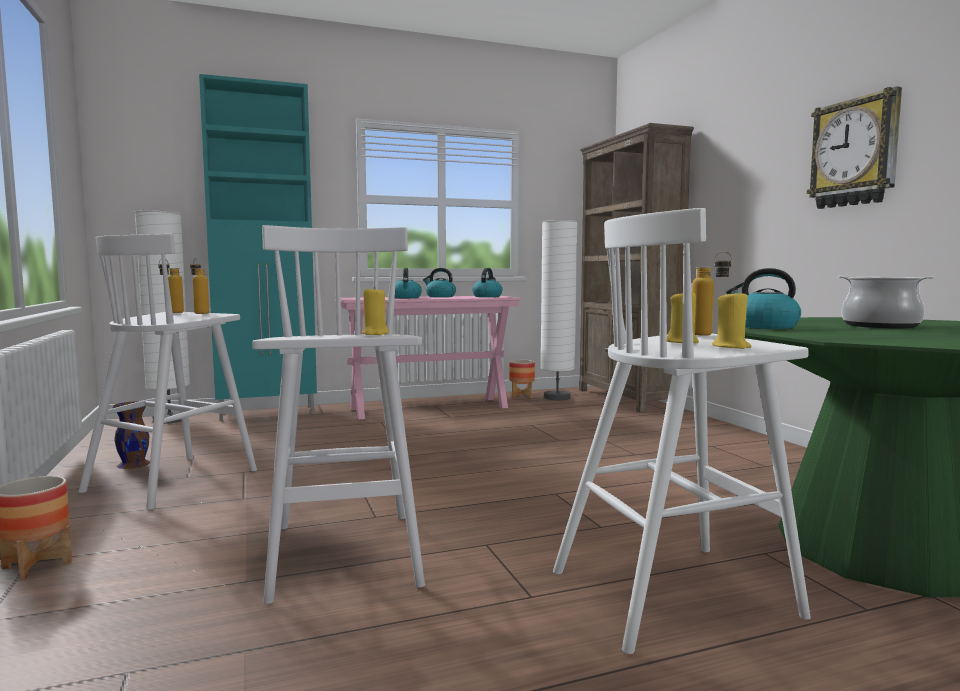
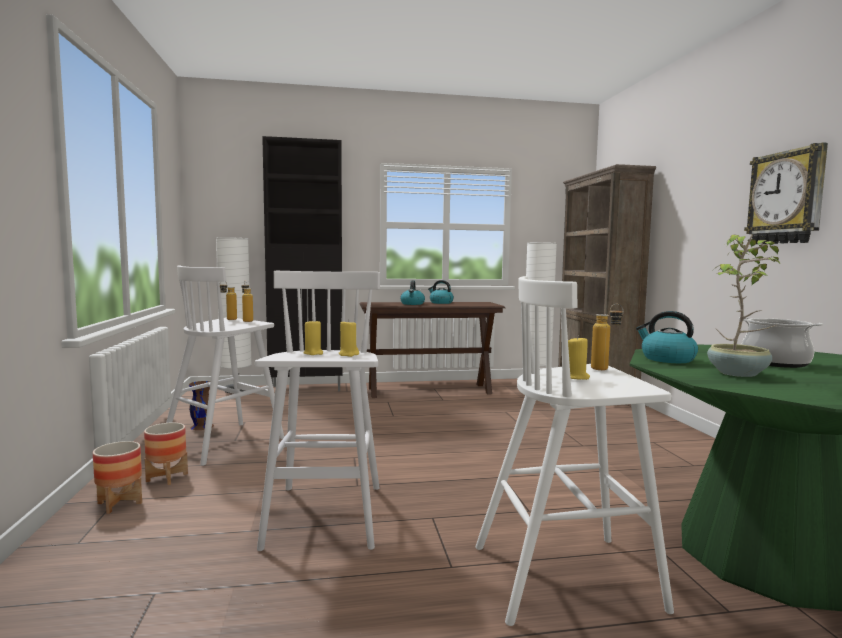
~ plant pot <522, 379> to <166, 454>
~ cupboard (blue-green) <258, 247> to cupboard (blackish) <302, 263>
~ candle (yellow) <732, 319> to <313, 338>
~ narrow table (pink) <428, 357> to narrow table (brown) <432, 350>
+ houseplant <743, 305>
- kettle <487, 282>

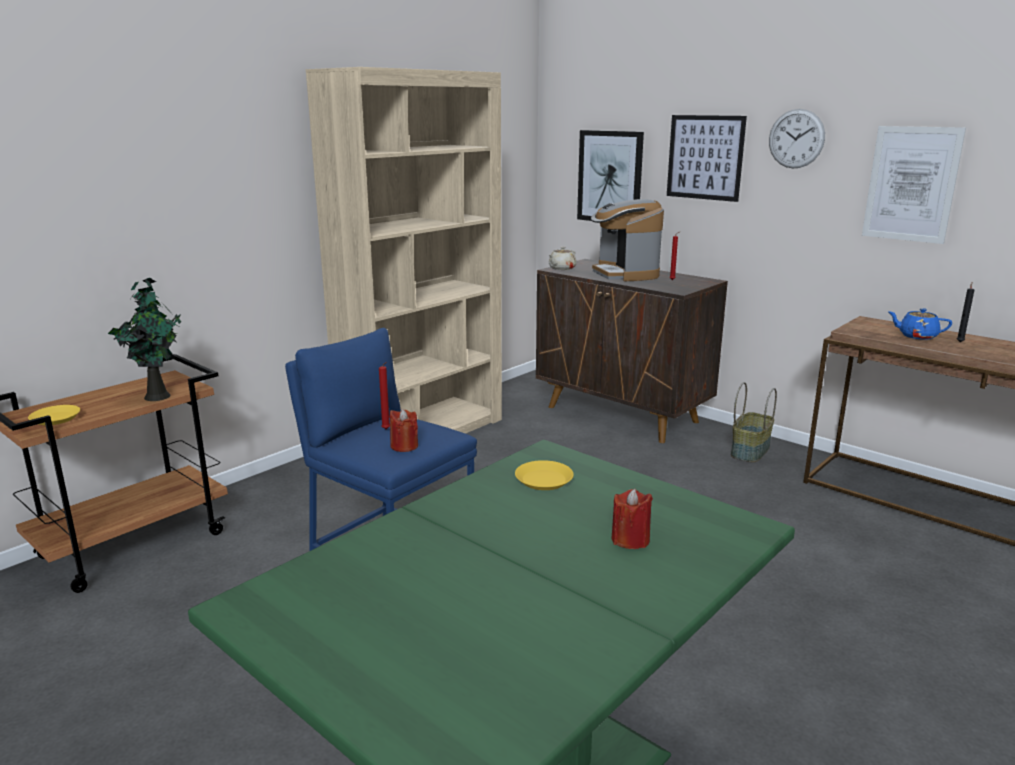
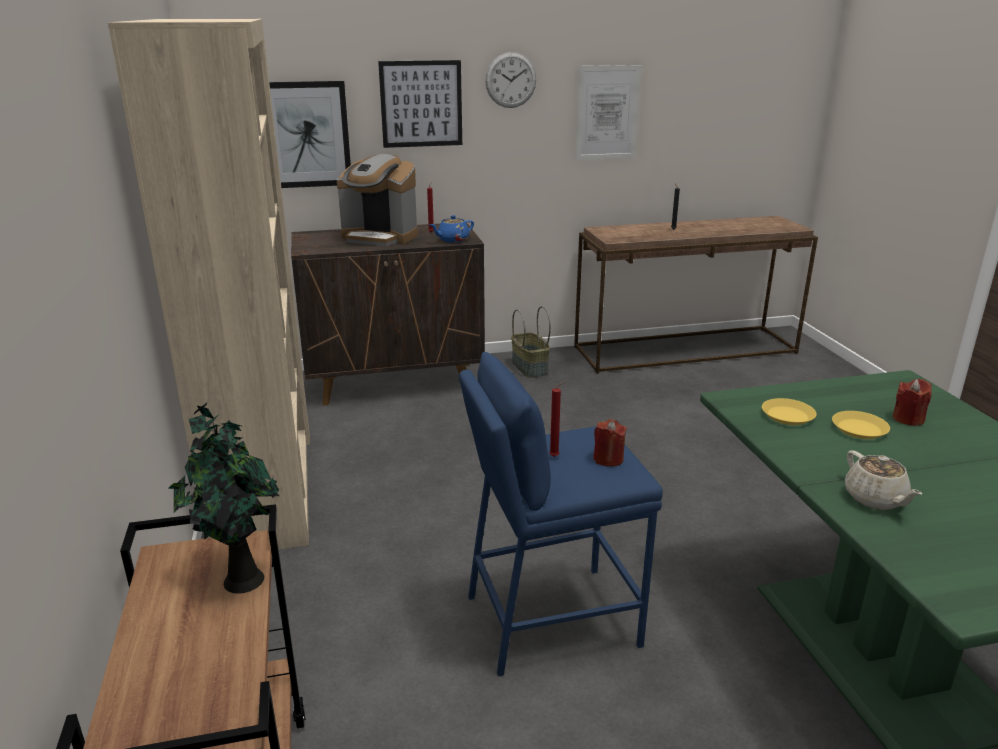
~ tea pot (bluish) <920, 324> to <451, 229>
~ plate (yellow) <54, 415> to <861, 425>
~ tea pot (beige-coloured) <563, 258> to <883, 480>

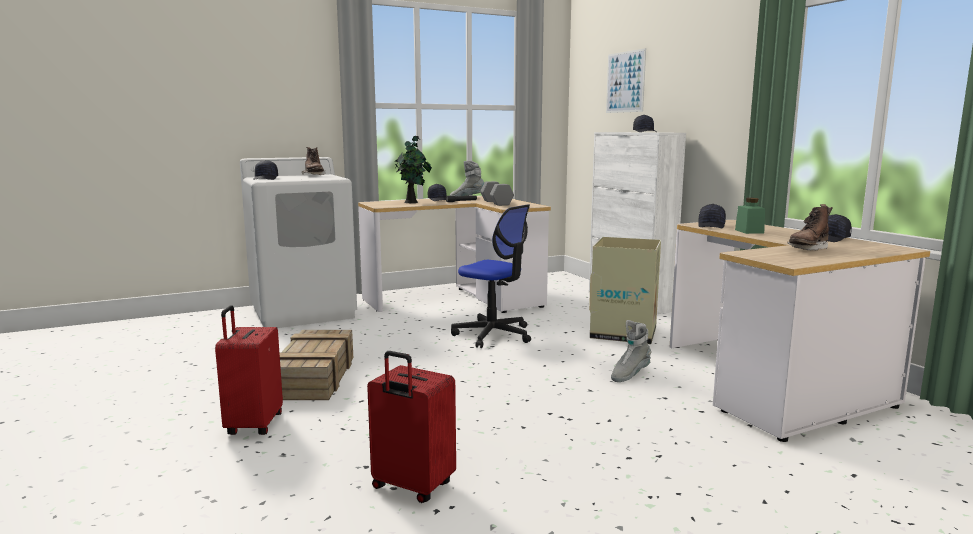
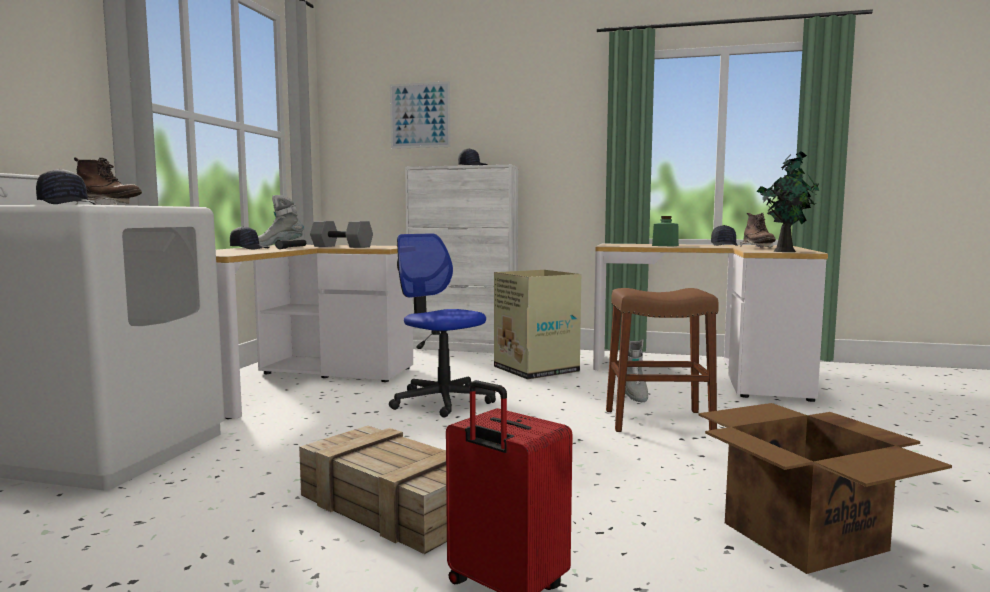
~ desk chair <491, 276> = <442, 325> 120 degrees counterclockwise
+ stool seat (brown) <662, 360>
~ travel case (red-coloured) <411, 427> to carton <825, 488>
~ houseplant <413, 169> to <788, 201>
- cap (blackish) <712, 216>

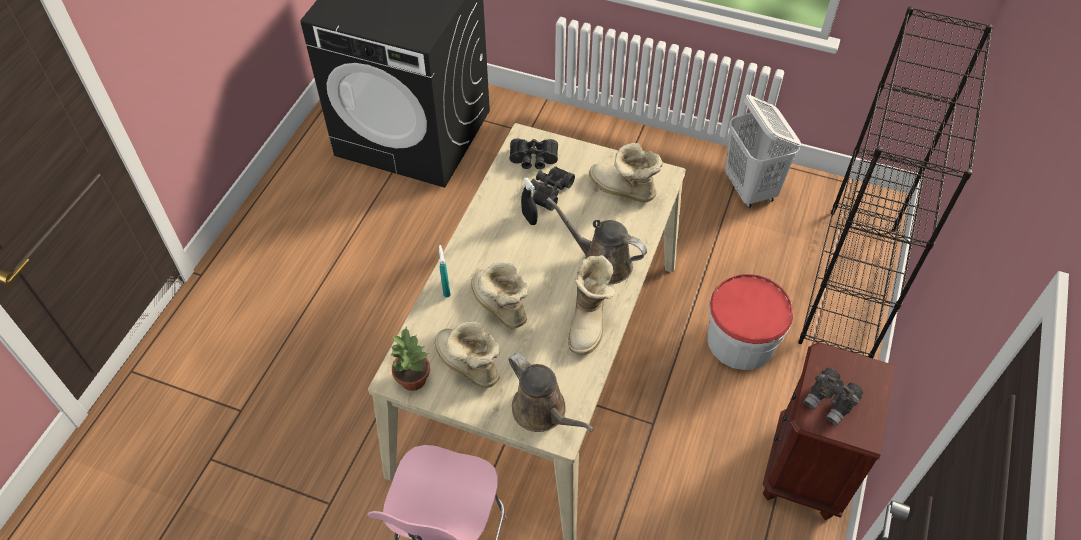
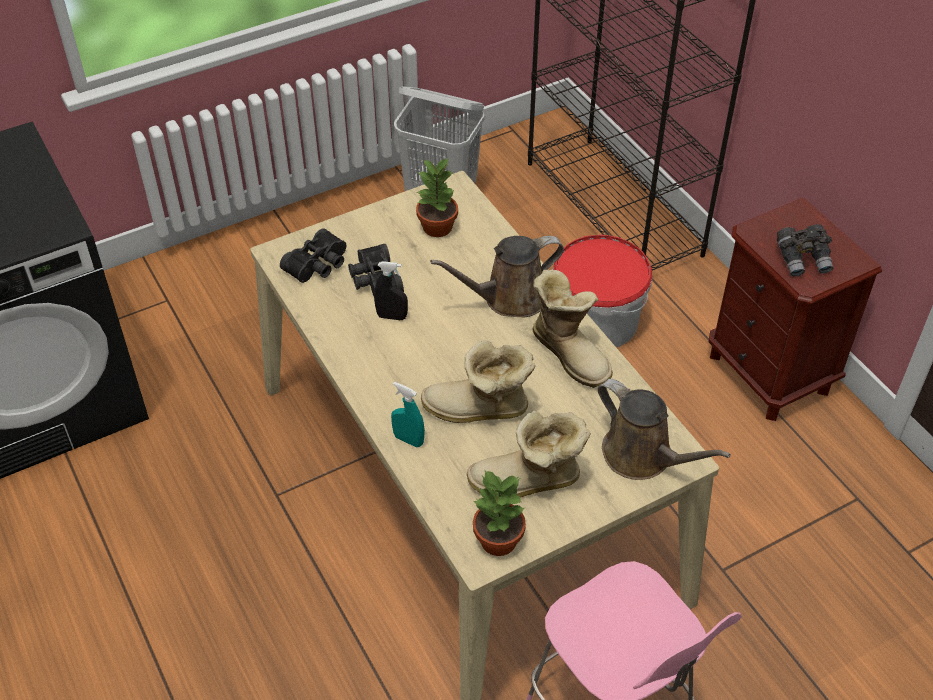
~ high-top boot <626, 172> to houseplant <437, 197>
~ watering pot (brown) <551, 392> = <664, 429> 45 degrees clockwise

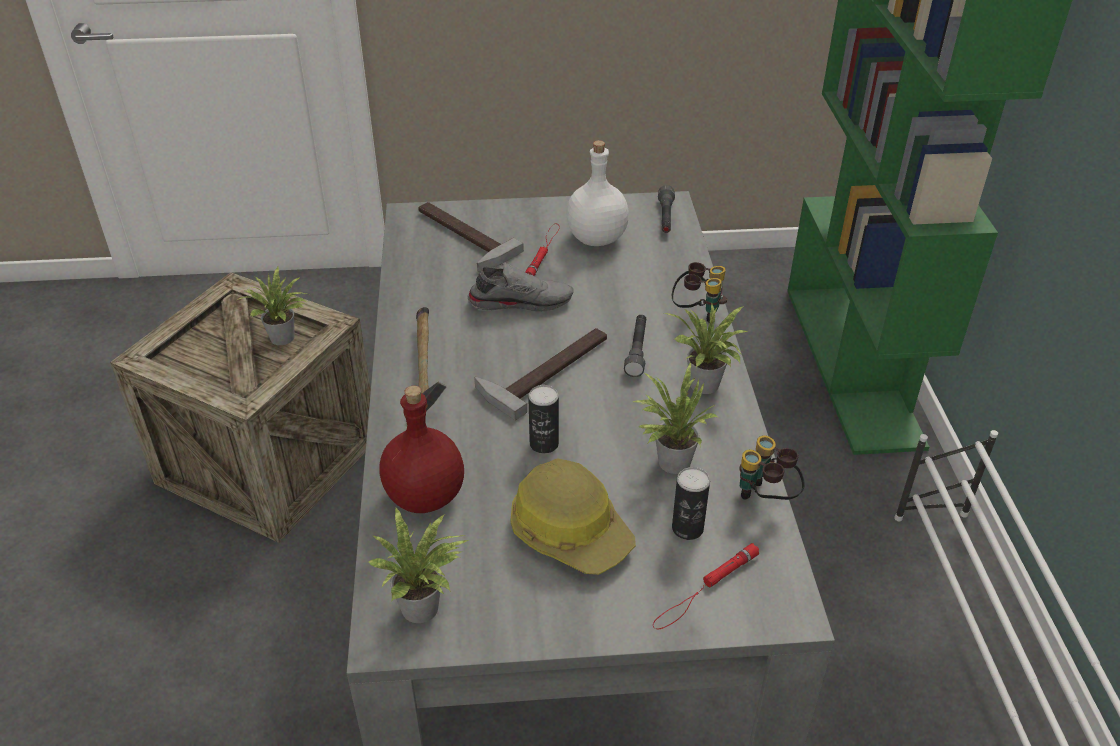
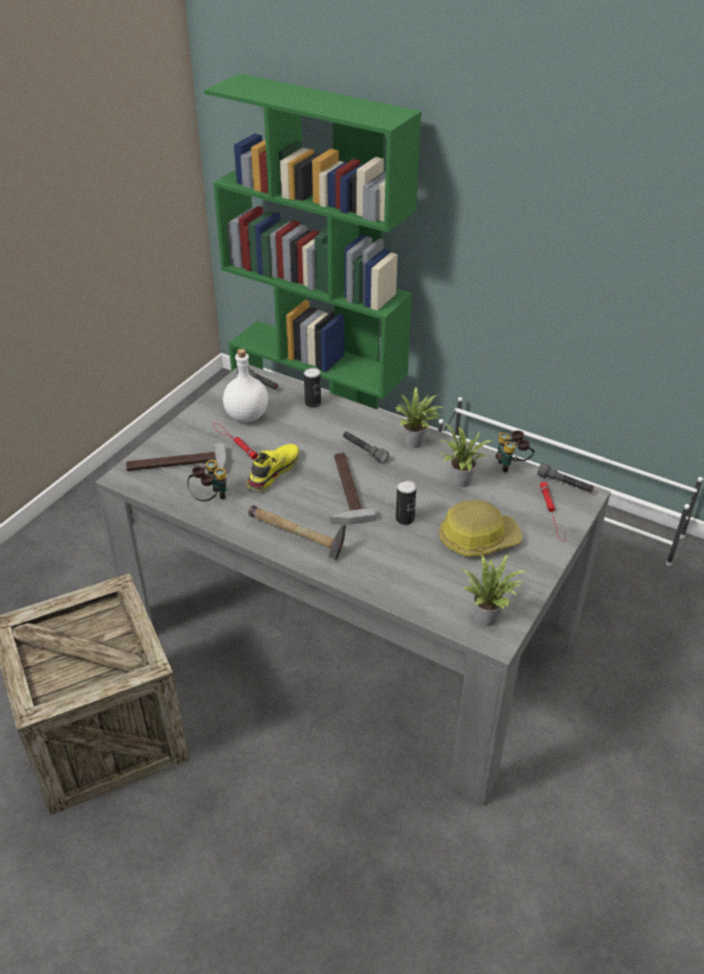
~ binoculars <699, 292> to <207, 480>
~ low shoe (greyish) <520, 287> to low shoe (yellow) <273, 467>
~ metal can <691, 503> to <312, 387>
+ torch (greyish) <565, 478>
- houseplant <271, 306>
- drink bottle (red-coloured) <422, 449>

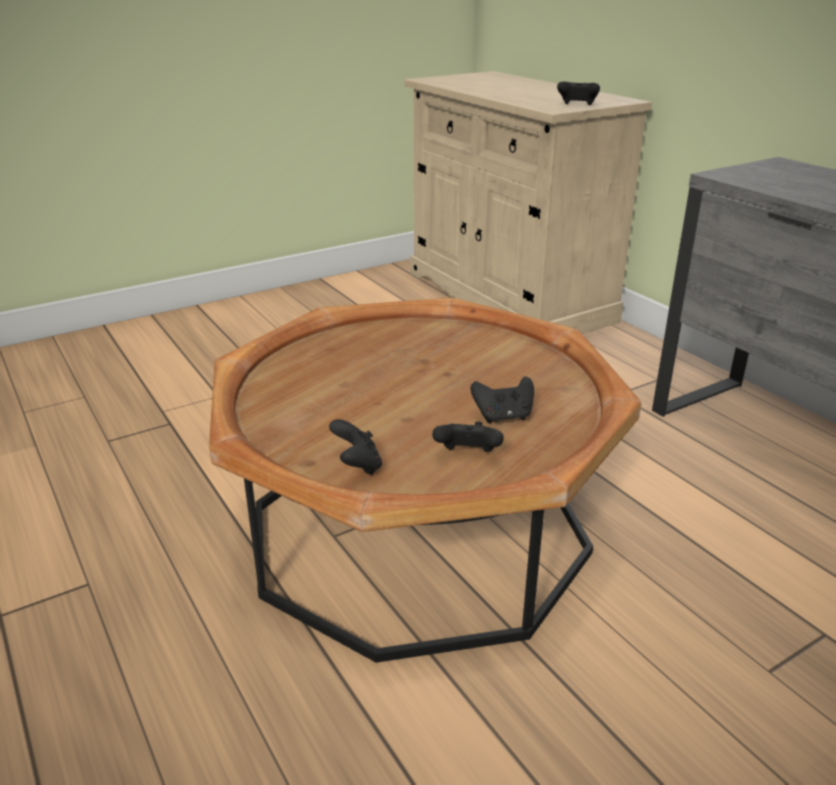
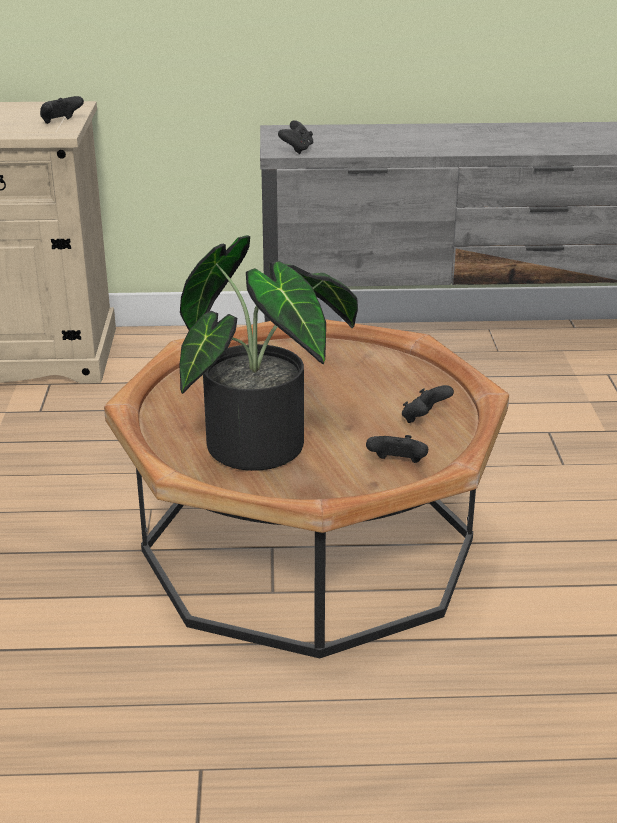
+ houseplant <268, 353>
~ gamepad (blackish) <502, 399> to <295, 137>

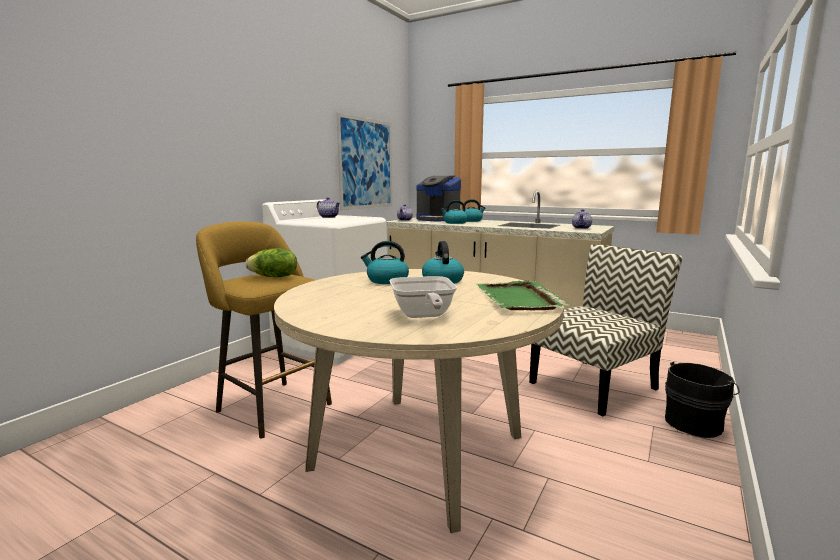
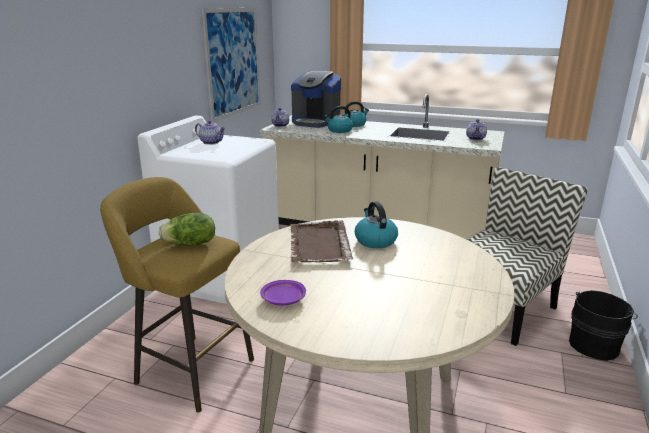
+ plate (purplish) <283, 292>
~ kettle <385, 262> to tray (brown) <321, 241>
- pan <423, 297>
- tray (green-coloured) <524, 295>

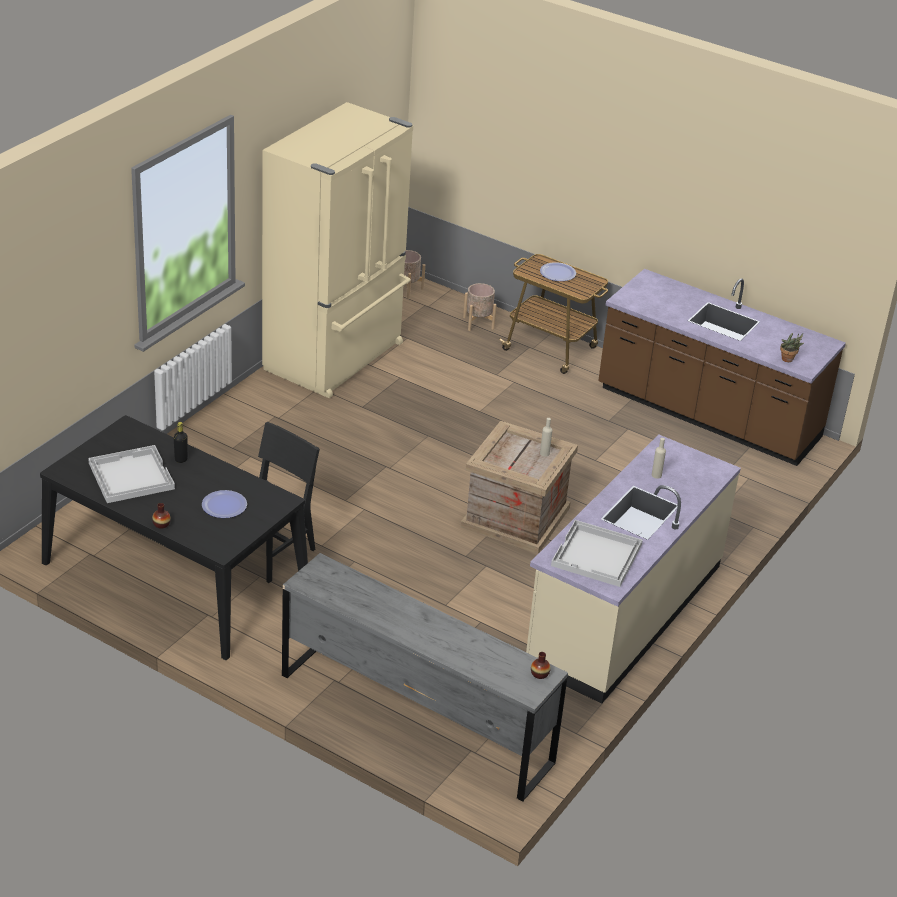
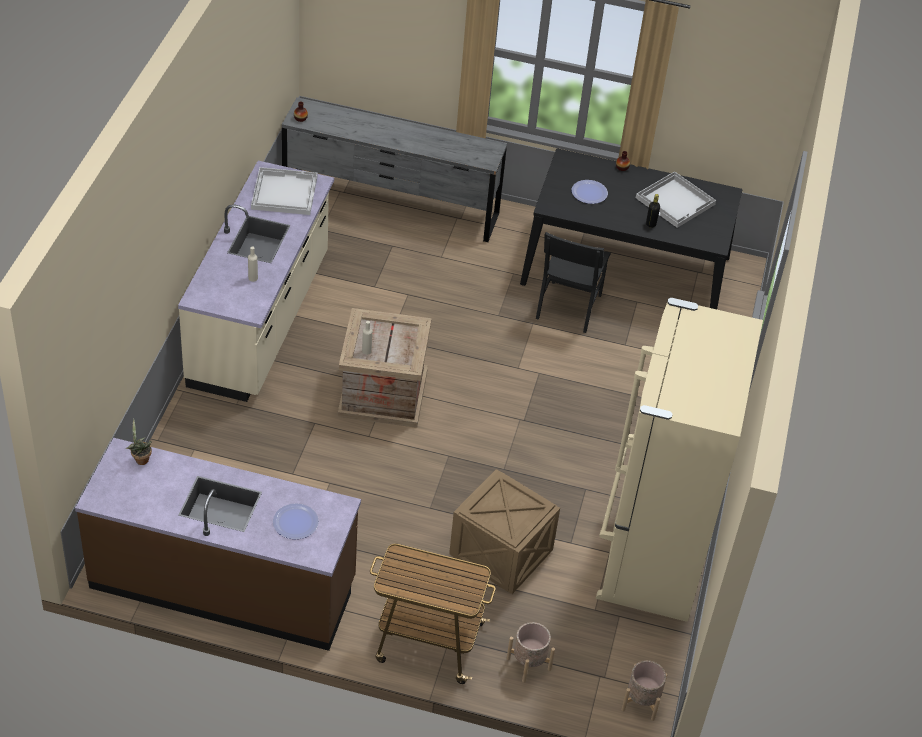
~ plate <558, 271> to <296, 521>
+ shipping crate <504, 531>

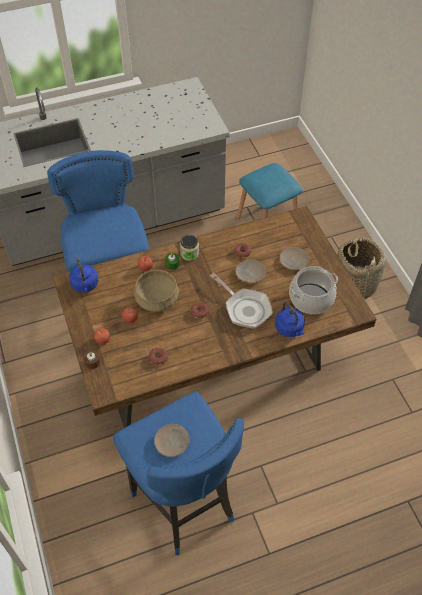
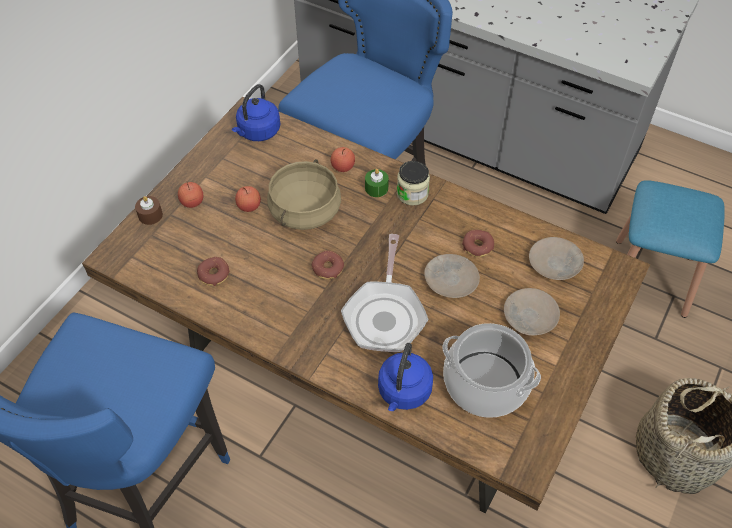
~ plate (beige-coloured) <171, 440> to <556, 258>

